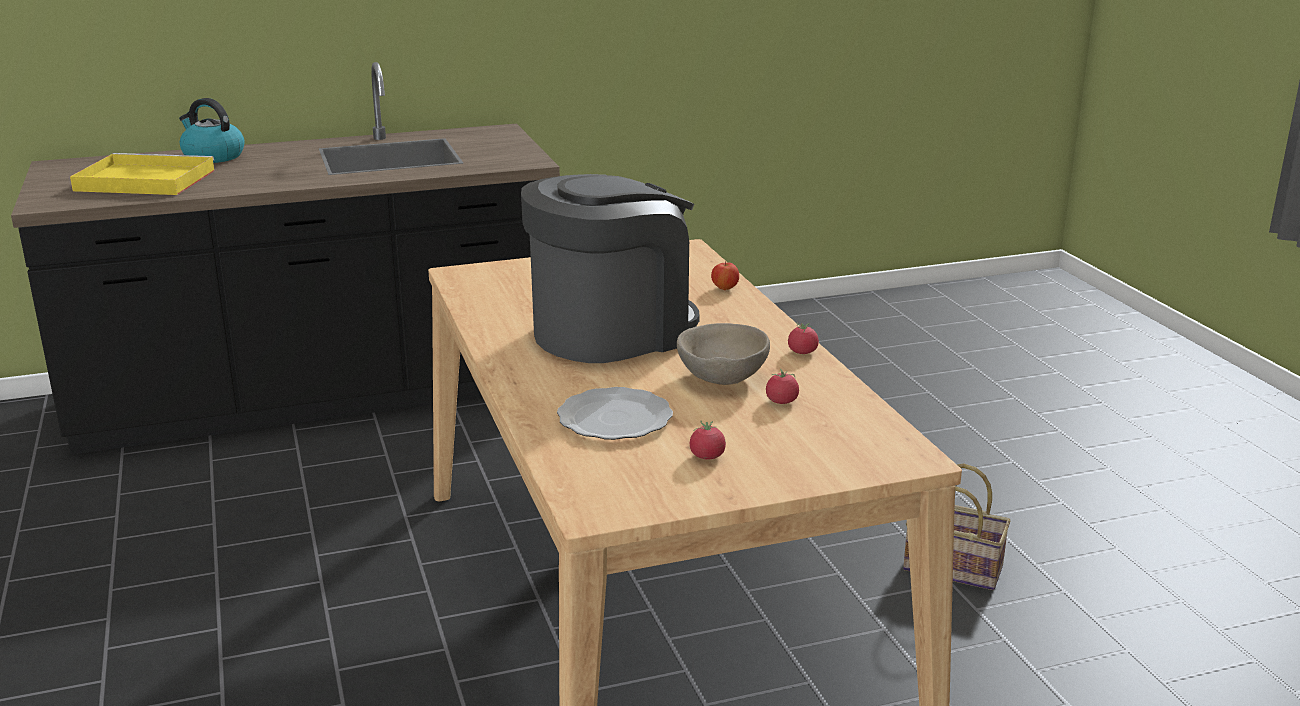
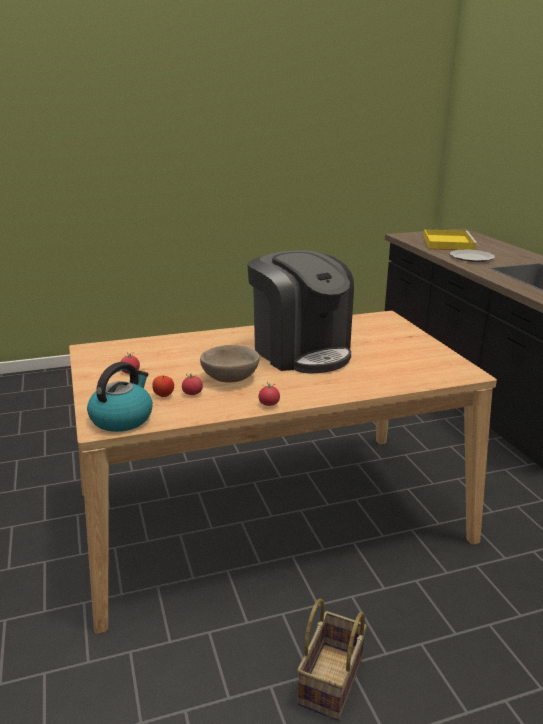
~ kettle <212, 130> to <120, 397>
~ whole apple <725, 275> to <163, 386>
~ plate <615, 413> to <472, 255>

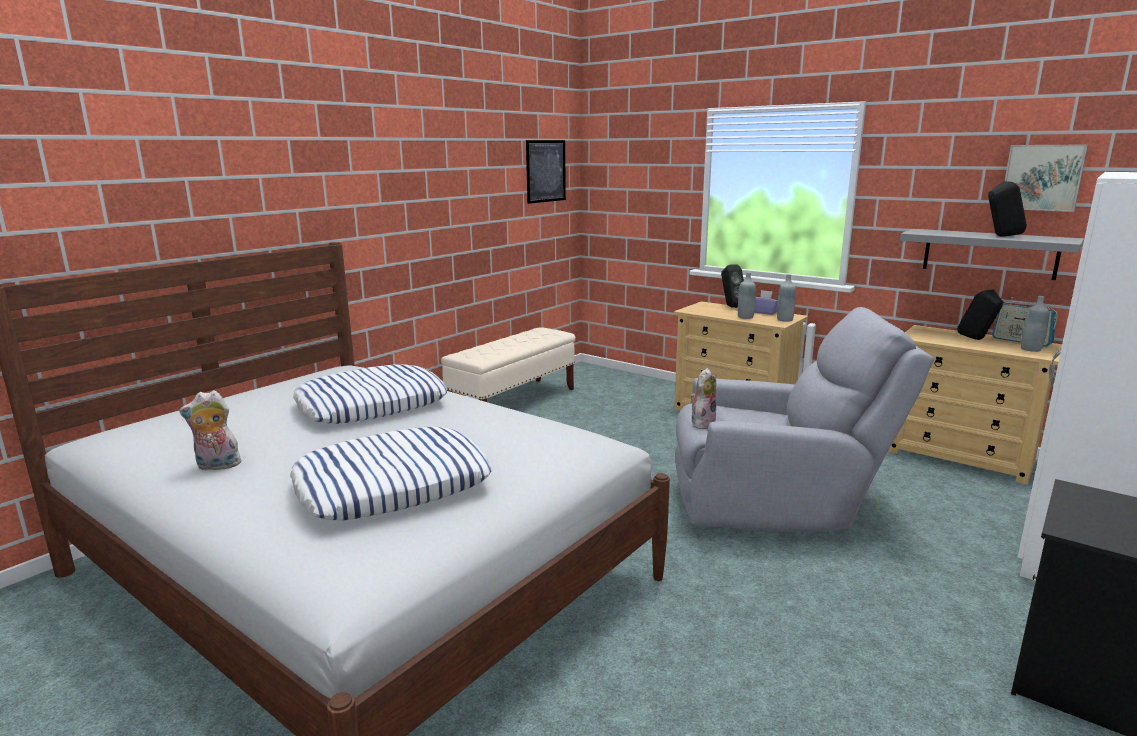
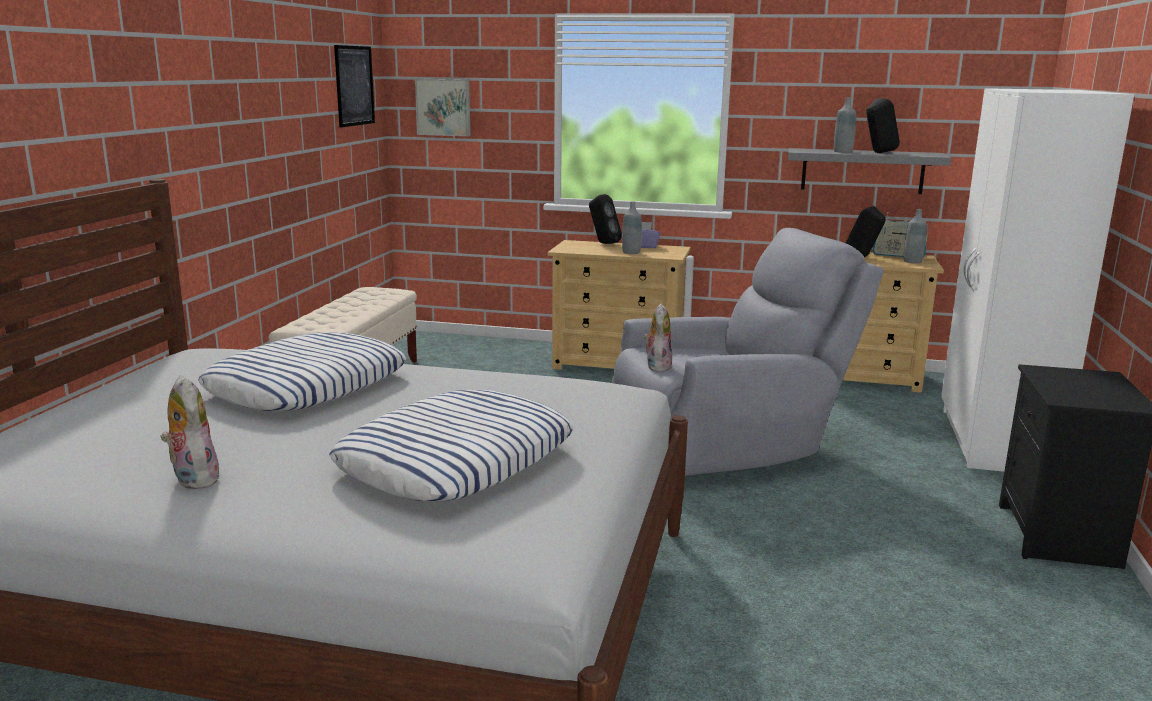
~ cuddly toy <211, 430> = <190, 432> 90 degrees clockwise
~ wall art <1046, 178> to <443, 107>
~ drink bottle (greyish) <786, 298> to <845, 125>

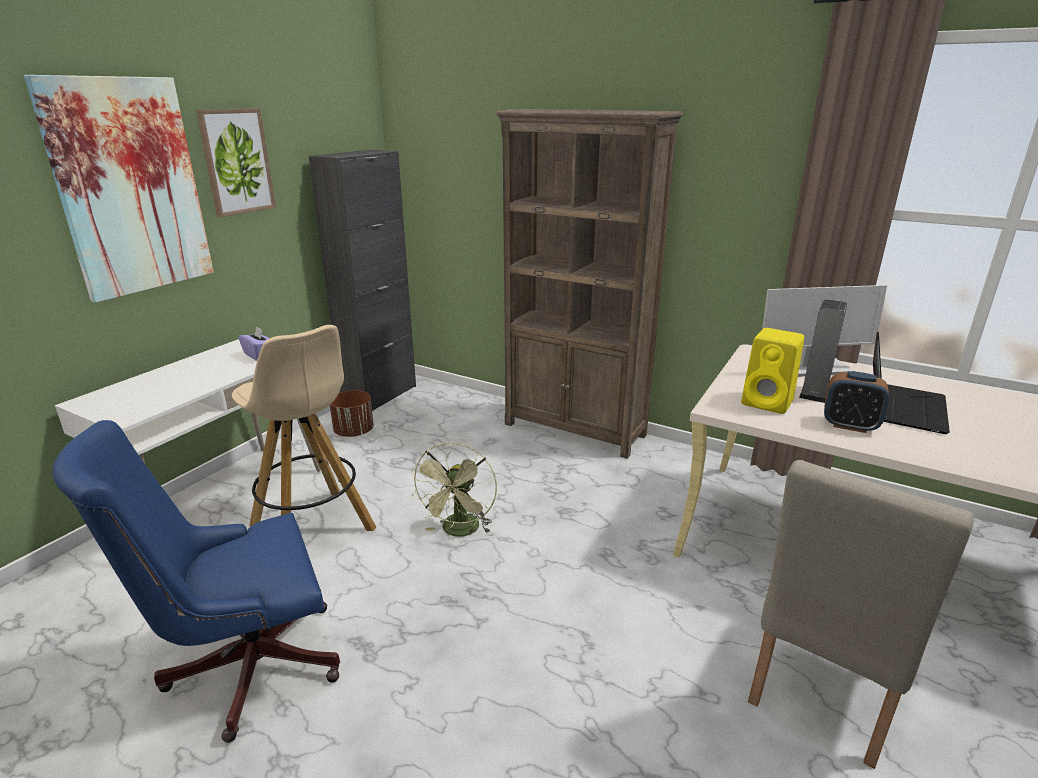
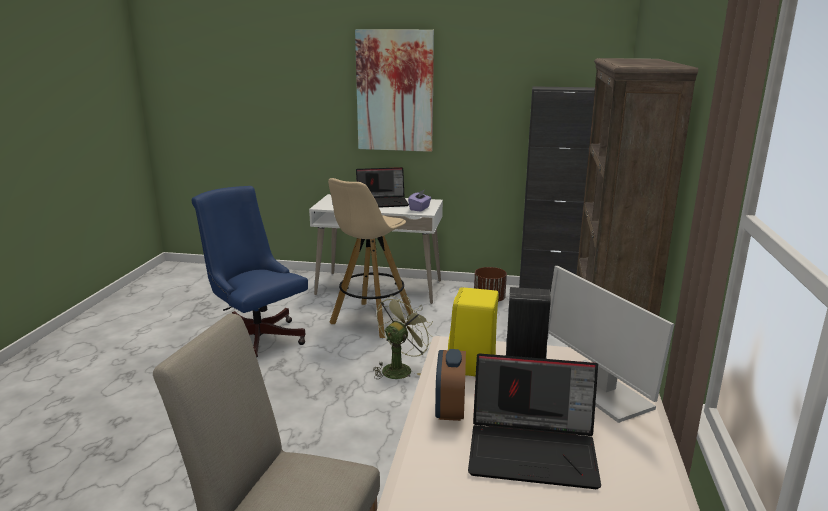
+ laptop <382, 187>
~ fan (green-coloured) <454, 489> = <403, 337> 135 degrees clockwise
- wall art <236, 162>

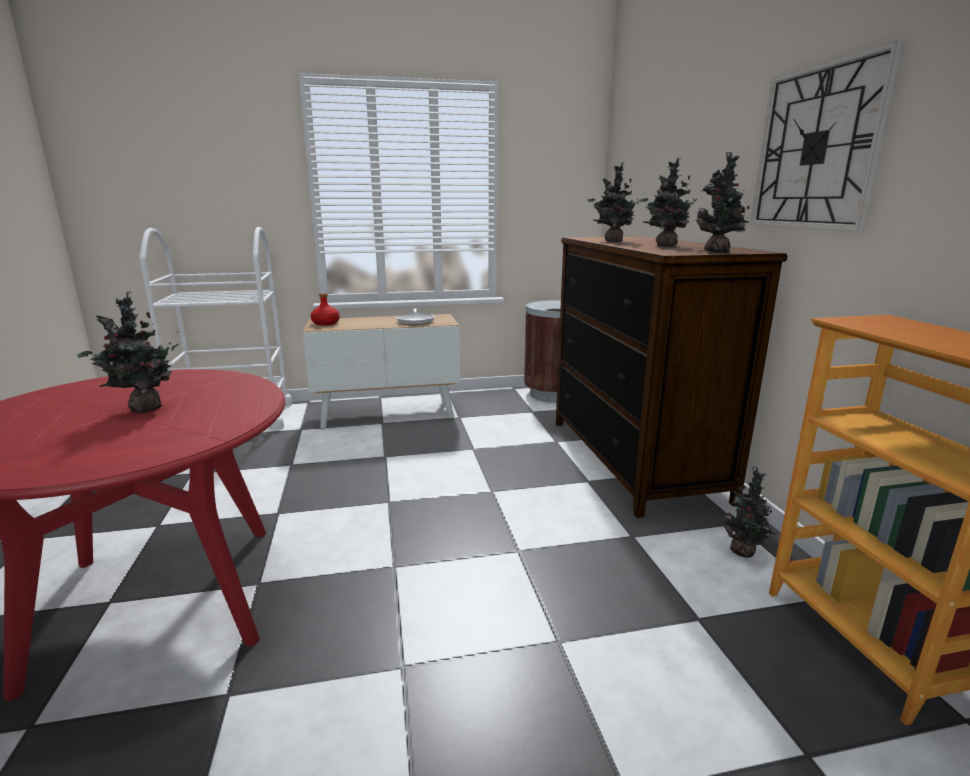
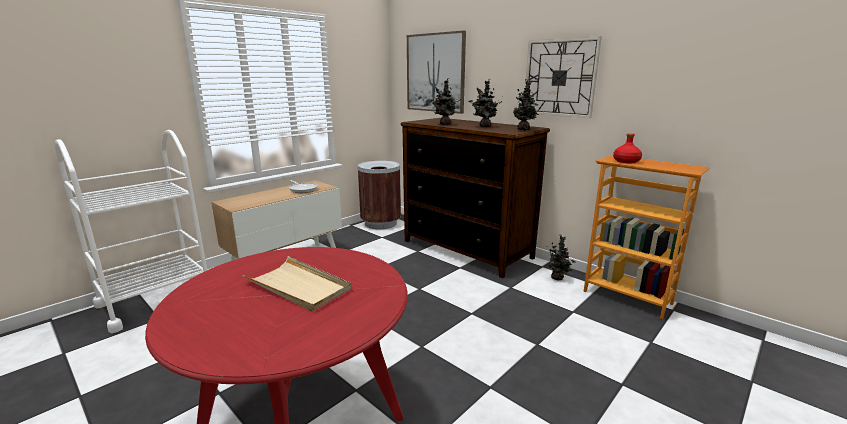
~ houseplant <128, 352> to tray (beige-coloured) <297, 284>
+ wall art <436, 72>
~ drink bottle (red-coloured) <325, 309> to <627, 148>

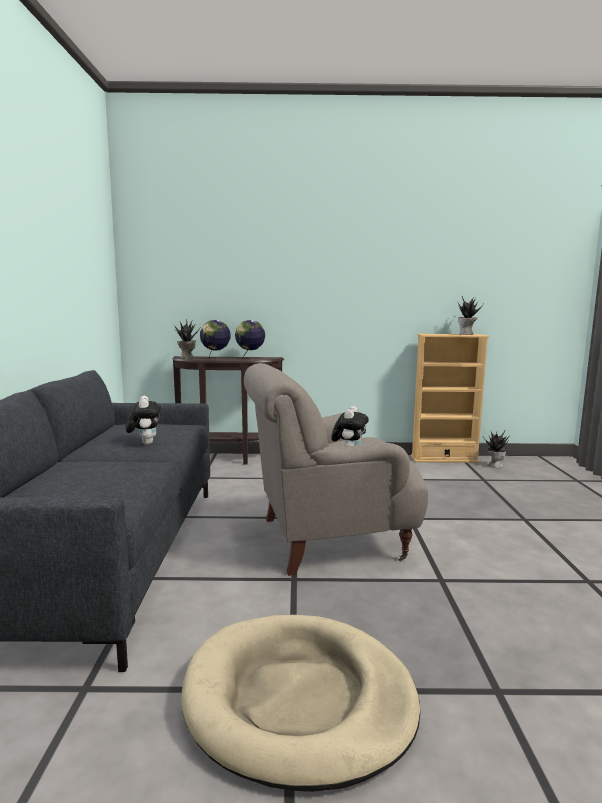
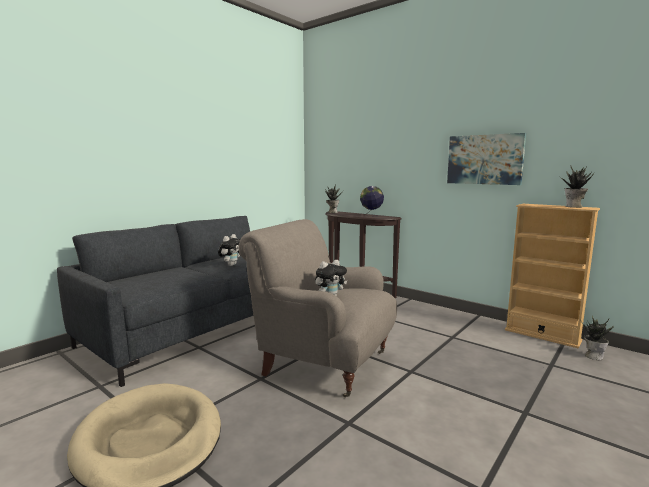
+ wall art <486, 159>
- globe <215, 340>

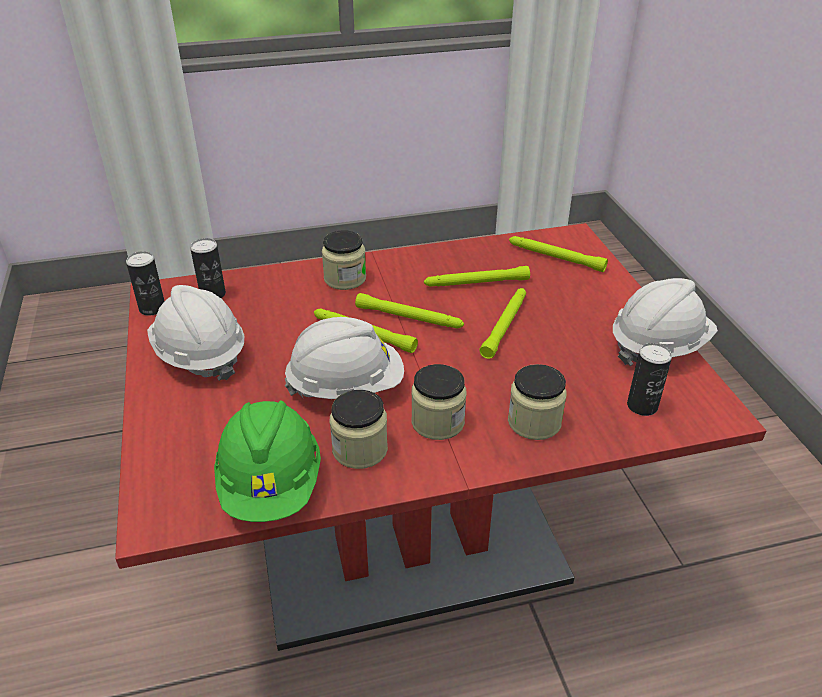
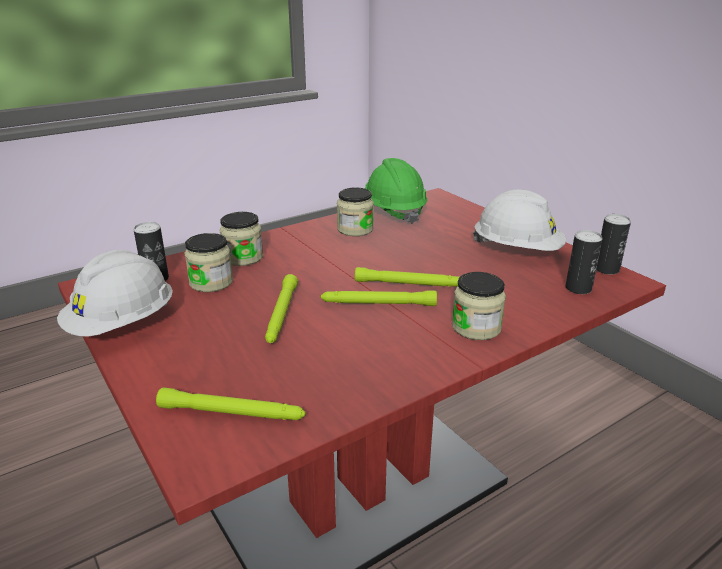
~ jar <438, 402> to <208, 262>
- work helmet (whitish) <344, 358>
- torch (green-coloured) <477, 276>

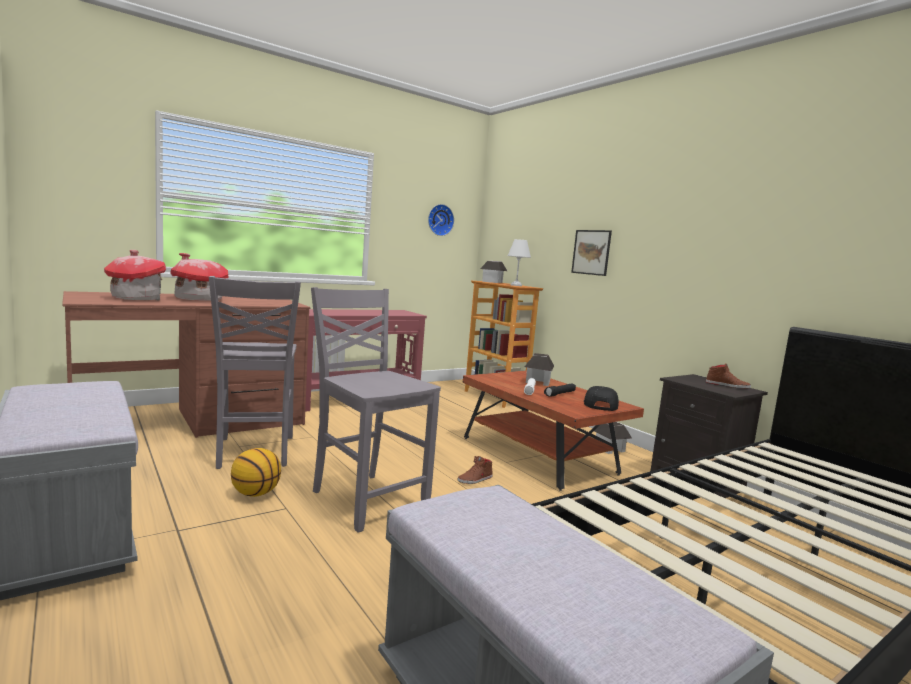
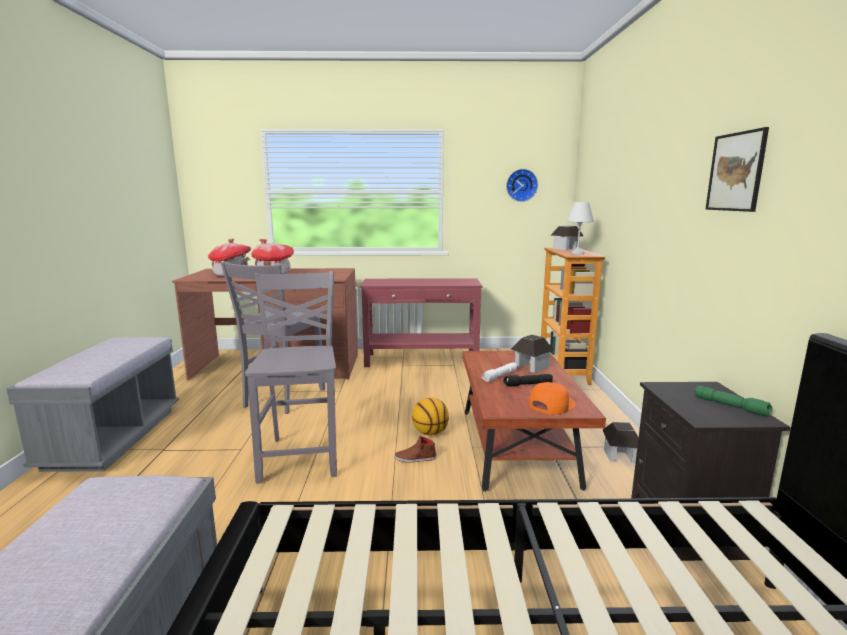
~ basketball ball <256, 472> to <430, 416>
~ cap (blackish) <601, 398> to cap (orange) <552, 398>
~ low shoe (brown) <728, 376> to torch (green-coloured) <733, 401>
~ wall art <591, 253> to <737, 169>

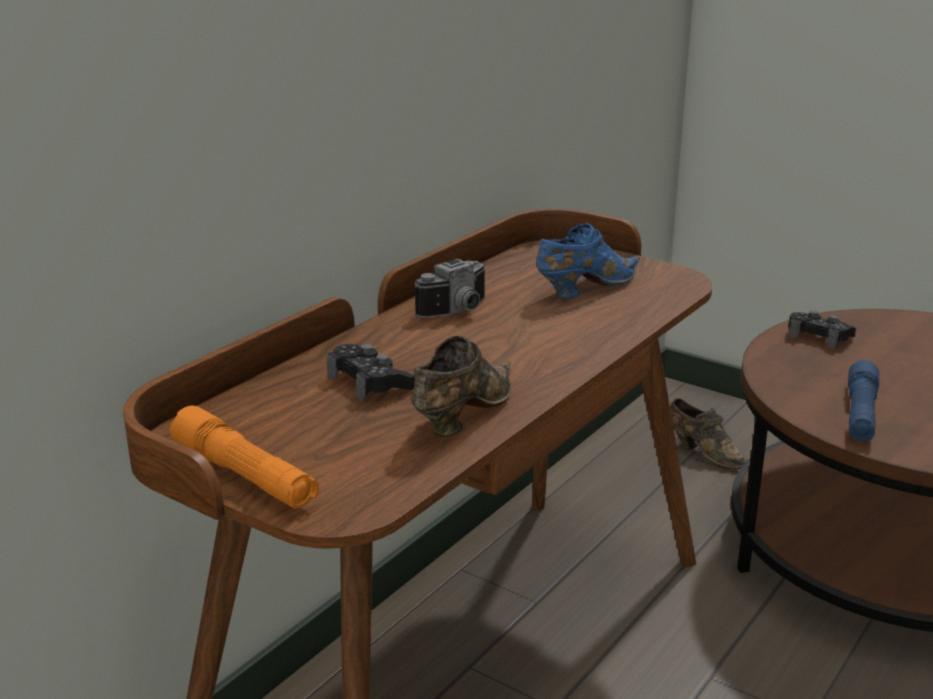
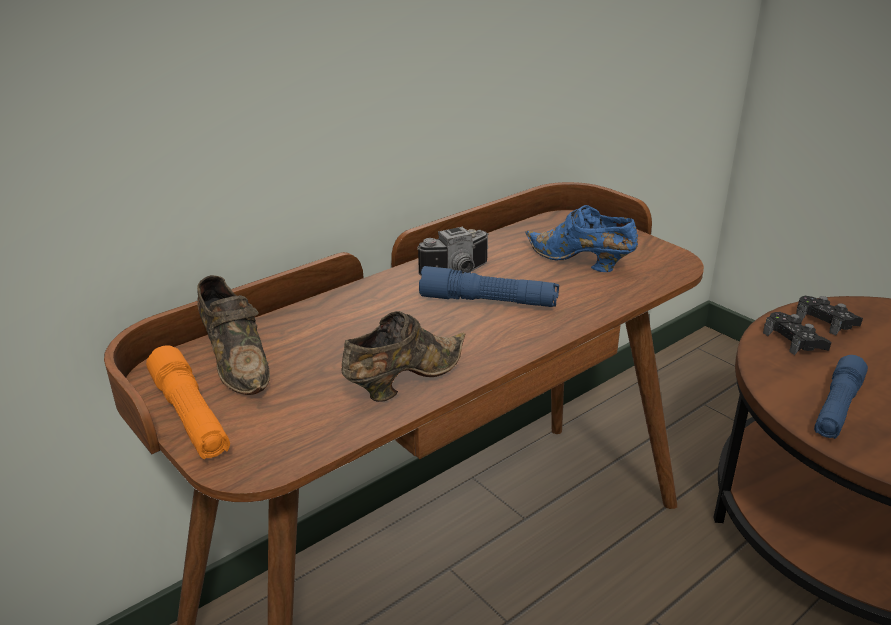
~ low shoe (brown) <709, 433> to <233, 335>
+ torch (bluish) <489, 286>
~ low shoe (bluish) <588, 261> = <581, 238> 120 degrees counterclockwise
~ gamepad (blackish) <371, 373> to <797, 333>

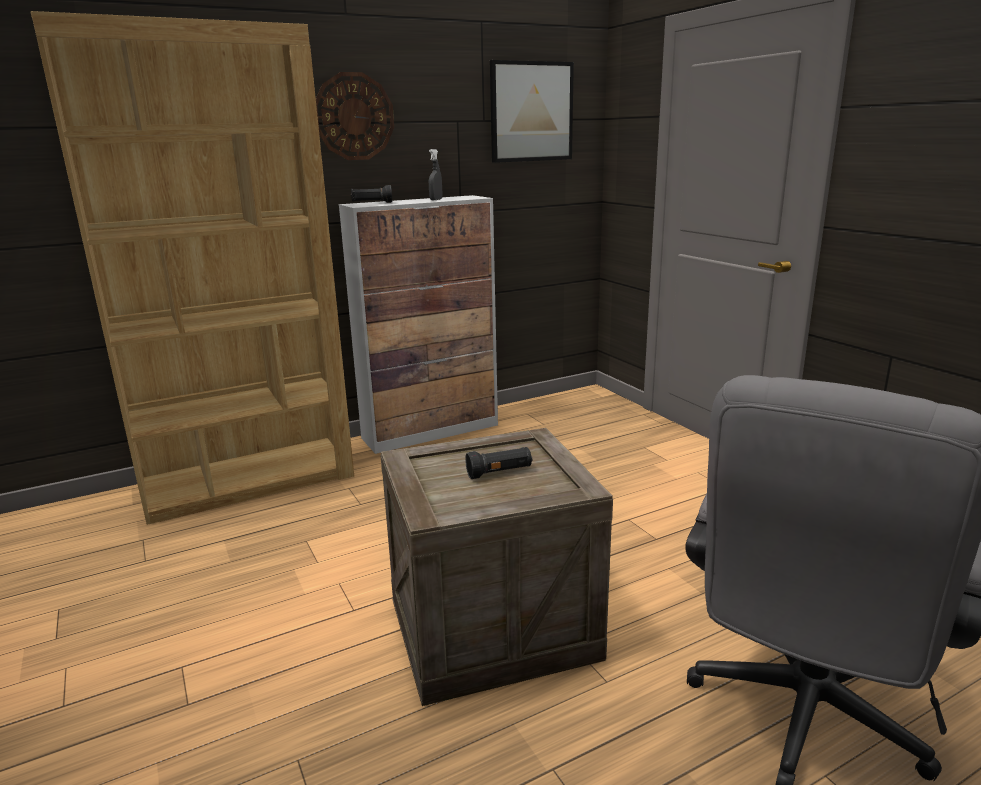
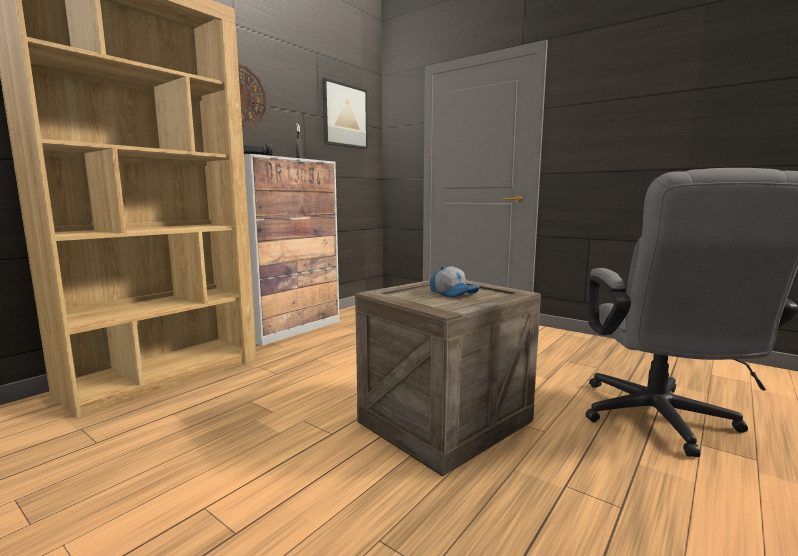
~ torch (blackish) <499, 463> to cap <455, 282>

